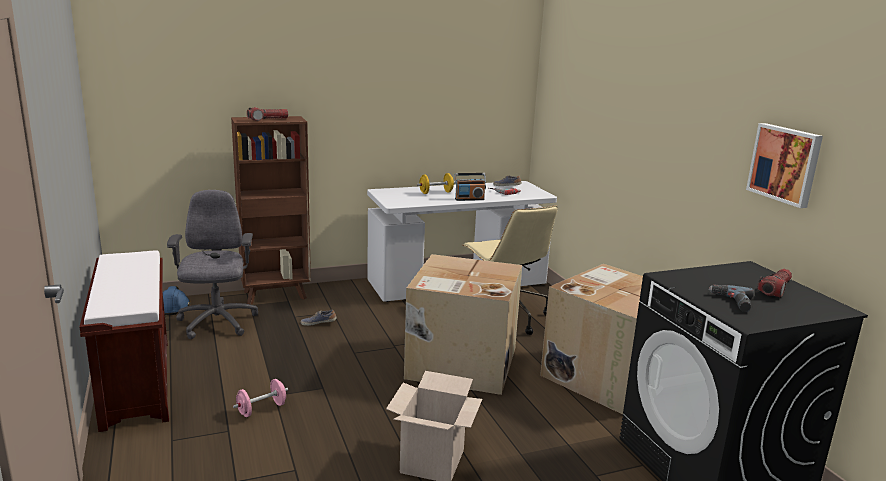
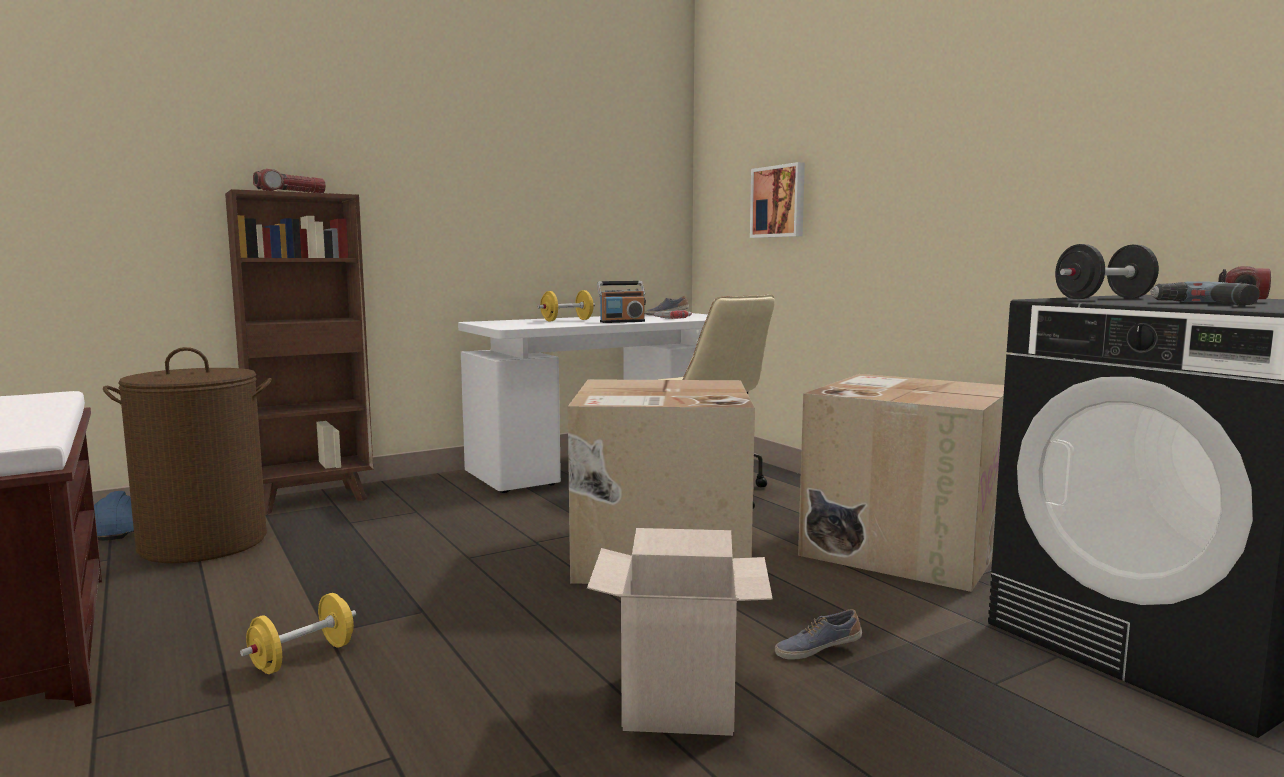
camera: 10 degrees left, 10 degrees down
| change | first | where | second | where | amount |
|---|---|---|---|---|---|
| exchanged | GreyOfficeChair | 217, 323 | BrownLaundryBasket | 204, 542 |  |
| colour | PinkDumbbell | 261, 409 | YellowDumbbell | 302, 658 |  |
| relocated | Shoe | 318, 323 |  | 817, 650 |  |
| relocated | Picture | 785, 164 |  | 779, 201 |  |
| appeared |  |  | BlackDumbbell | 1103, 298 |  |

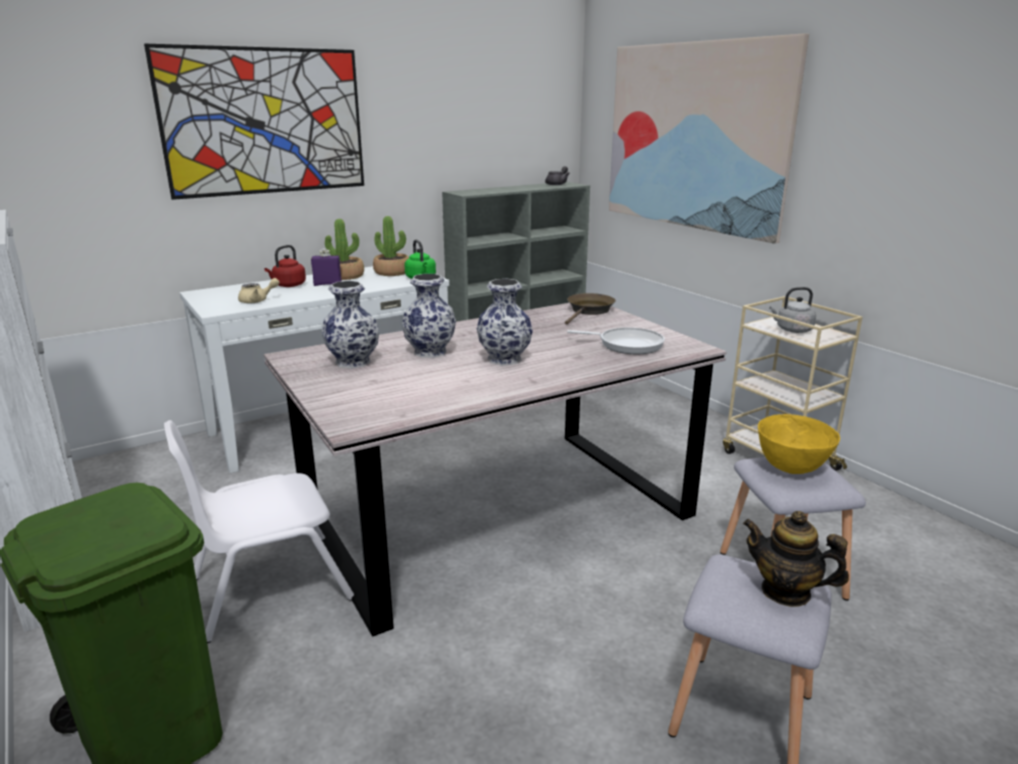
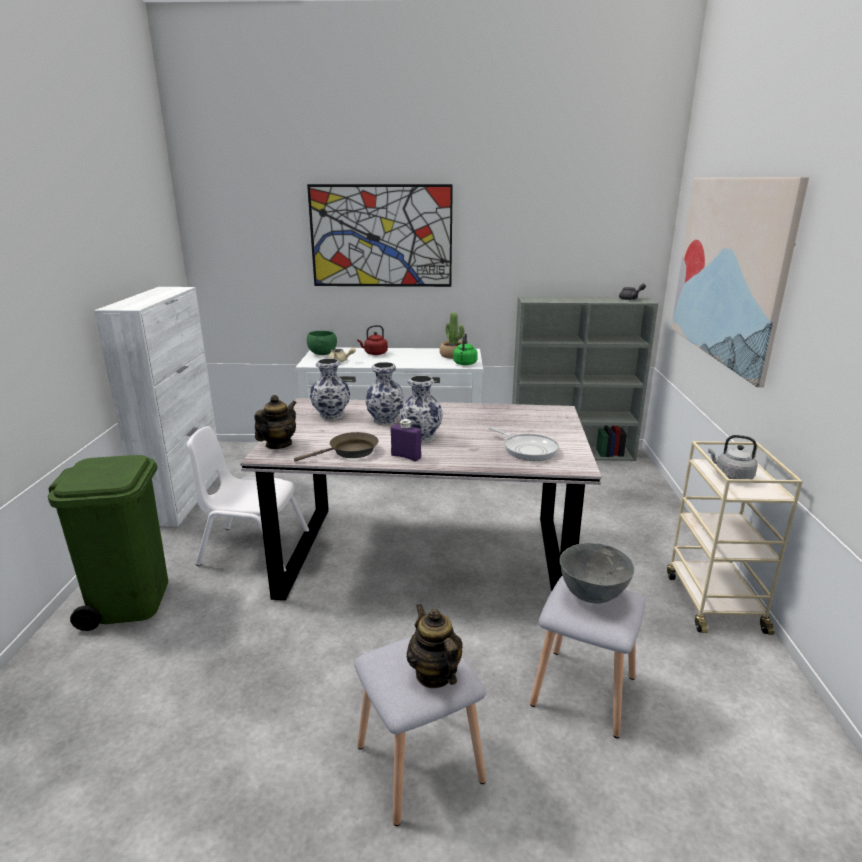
camera: 35 degrees right, 0 degrees up
| change | first | where | second | where | amount |
|---|---|---|---|---|---|
| relocated | PurpleBottle | 327, 284 |  | 406, 456 |  |
| missing | PottedPlant | 345, 276 |  |  |  |
| relocated | BrownFryingPan | 589, 311 |  | 350, 452 |  |
| colour | YellowBowl | 791, 468 | GreyBowl | 591, 595 |  |
| appeared |  |  | Teapot | 278, 445 |  |
| appeared |  |  | GreenBowl | 322, 353 |  |

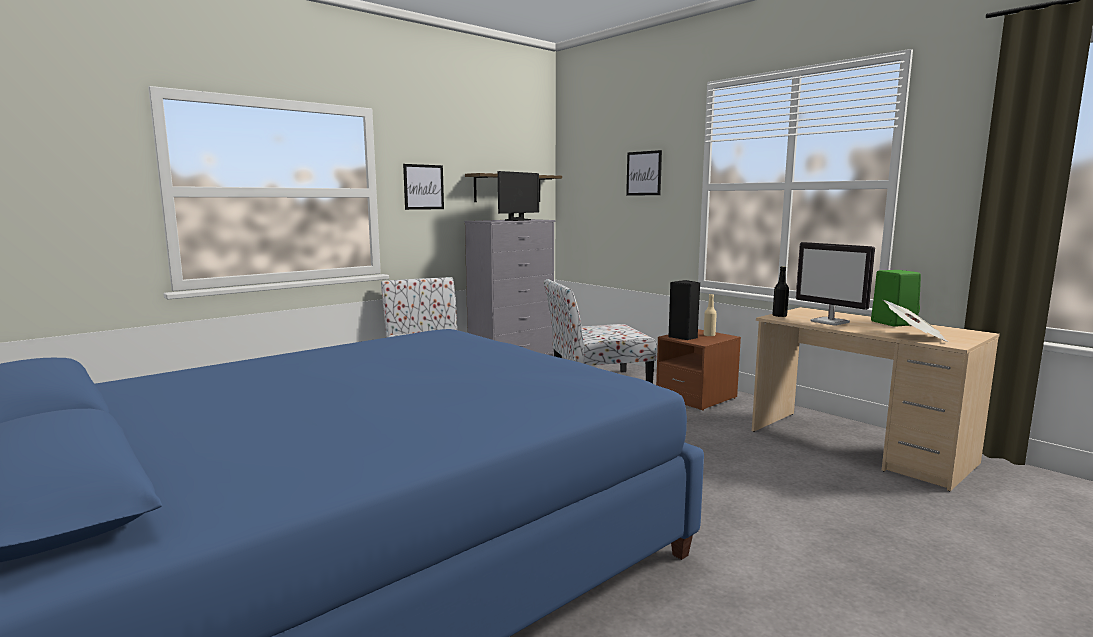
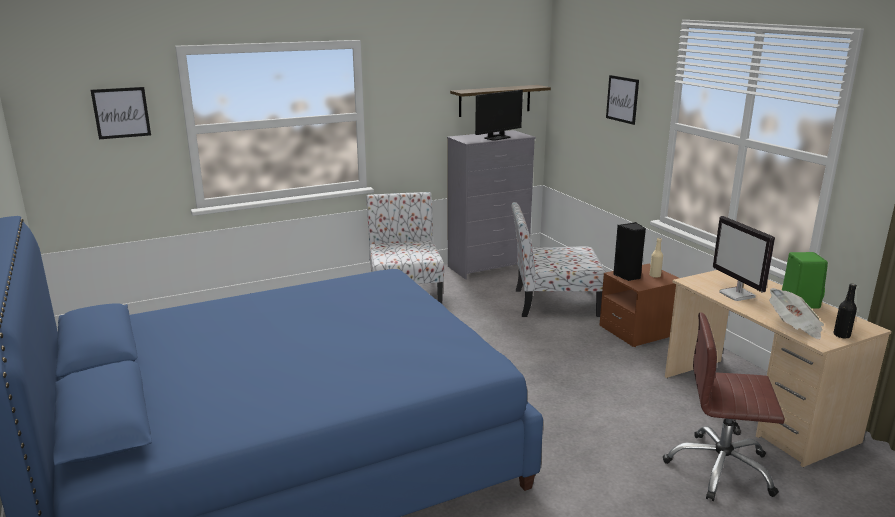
camera: 15 degrees right, 10 degrees up
| change | first | where | second | where | amount |
|---|---|---|---|---|---|
| relocated | Picture | 423, 187 |  | 121, 112 |  |
| relocated | BlackBottle | 779, 316 |  | 841, 335 |  |
| appeared |  |  | BrownOfficeChair | 720, 469 |  |

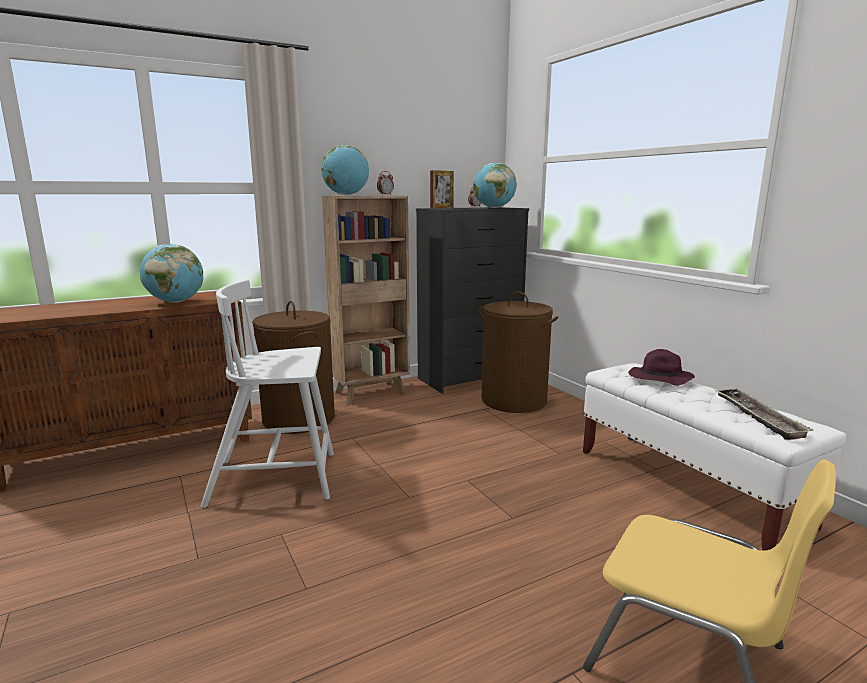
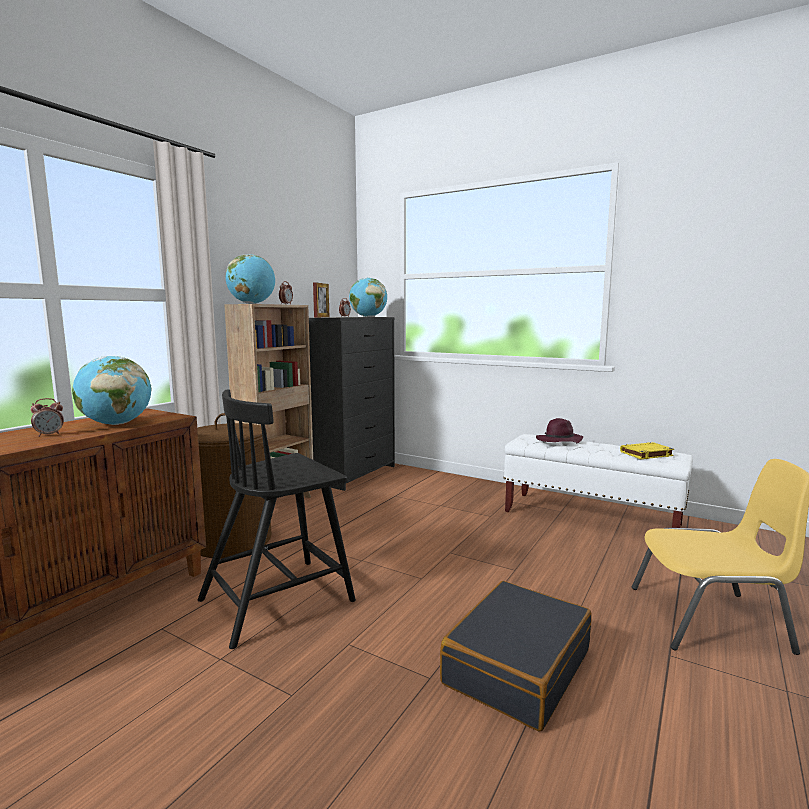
camera: 30 degrees left, 5 degrees down
| change | first | where | second | where | amount |
|---|---|---|---|---|---|
| colour | WhiteChair | 276, 478 | BlackChair | 279, 599 |  |
| missing | BrownLaundryBasket | 513, 401 |  |  |  |
| exchanged | Tray | 758, 417 | YellowBook | 646, 454 |  |
| appeared |  |  | AlarmClock | 49, 435 |  |
| appeared |  |  | BlackSuitcase | 516, 666 |  |

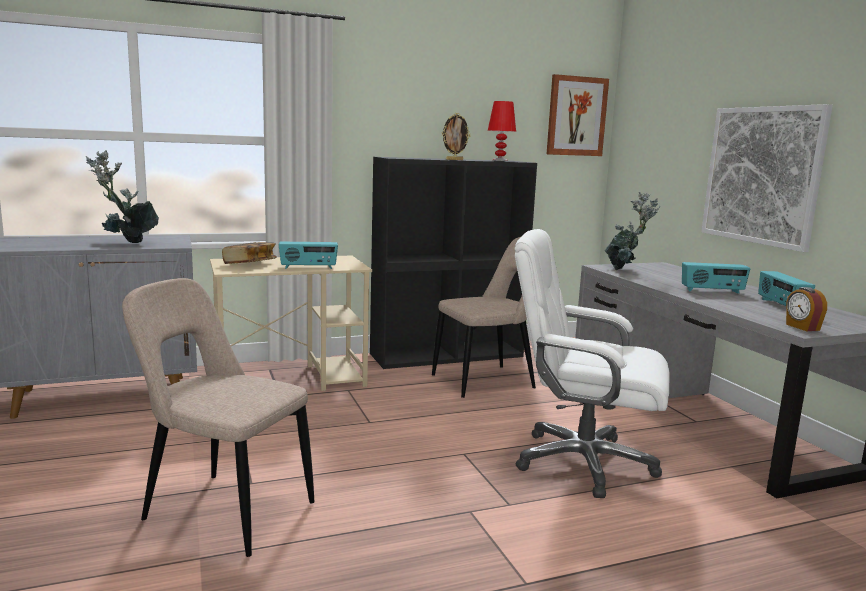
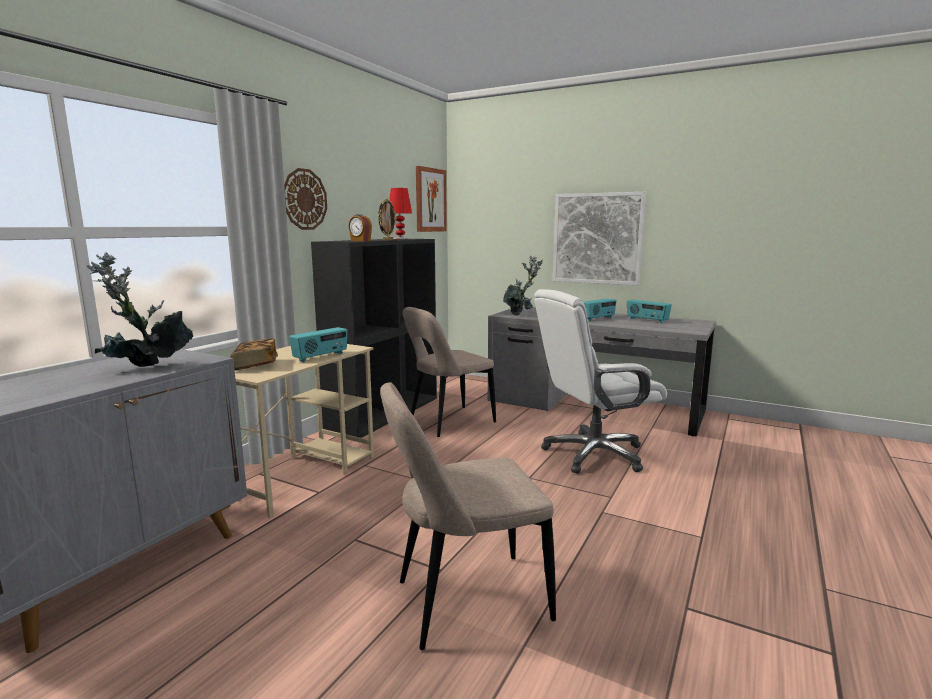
camera: 40 degrees left, 0 degrees up
| change | first | where | second | where | amount |
|---|---|---|---|---|---|
| spun | BeigeChair | 488, 381 |  | 448, 423 | 150 degrees counterclockwise |
| relocated | AlarmClock | 802, 327 |  | 360, 241 |  |
| appeared |  |  | WallClock | 304, 199 |  |

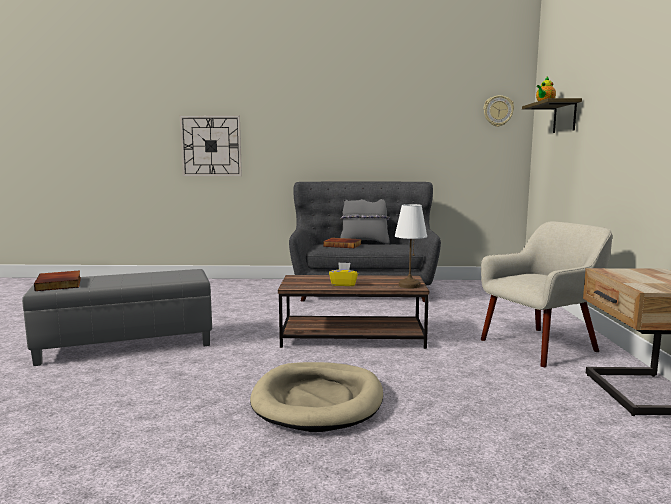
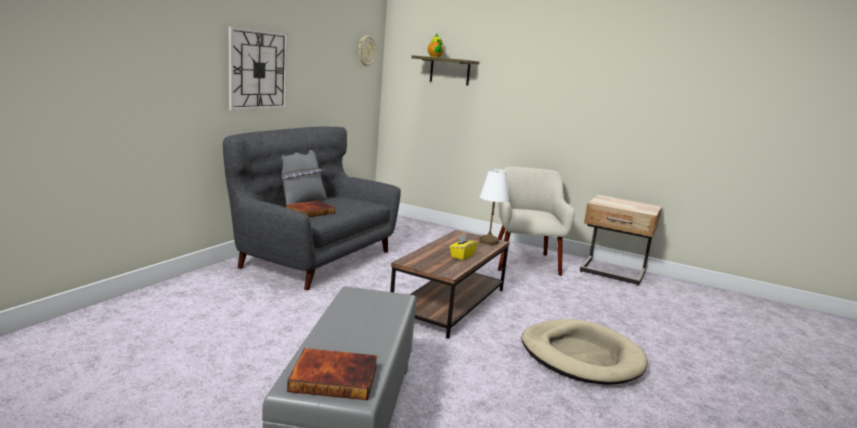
camera: 65 degrees left, 5 degrees up
| change | first | where | second | where | amount |
|---|---|---|---|---|---|
| relocated | WallClock | 211, 146 |  | 258, 70 |  |

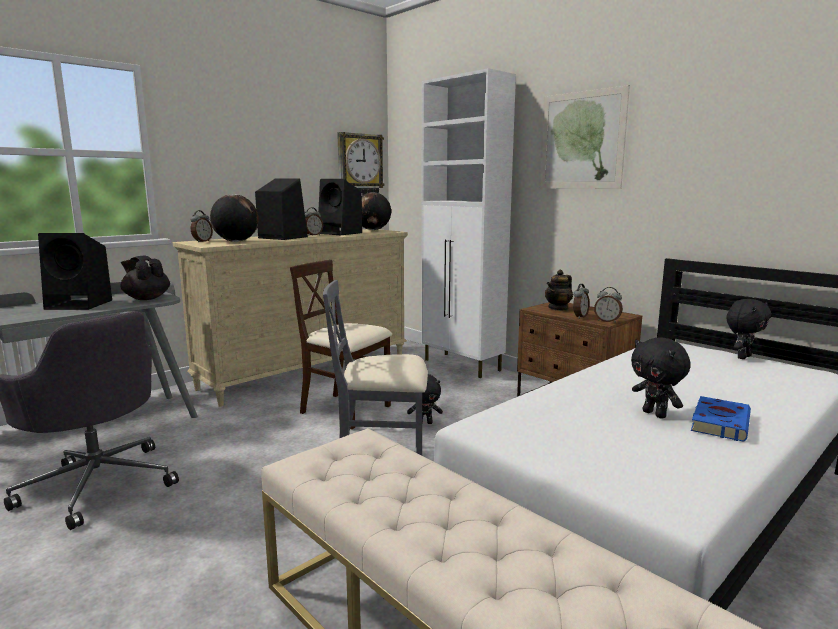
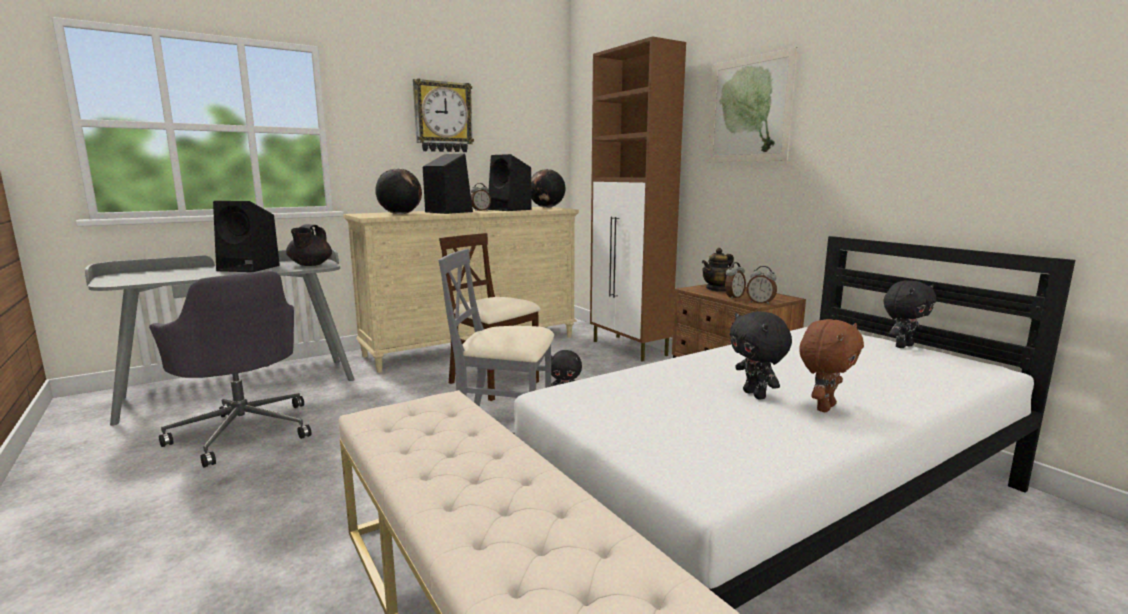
camera: 10 degrees right, 0 degrees up
| change | first | where | second | where | amount |
|---|---|---|---|---|---|
| spun | BlackTeapot | 146, 298 |  | 310, 265 | 135 degrees counterclockwise |
| missing | AlarmClock | 202, 241 |  |  |  |
| relocated | WallClock | 359, 165 |  | 443, 117 |  |
| colour | WhiteCabinet | 462, 365 | BrownCabinet | 630, 348 |  |
| exchanged | BlueBook | 720, 422 | BrownPlushToy | 824, 407 |  |

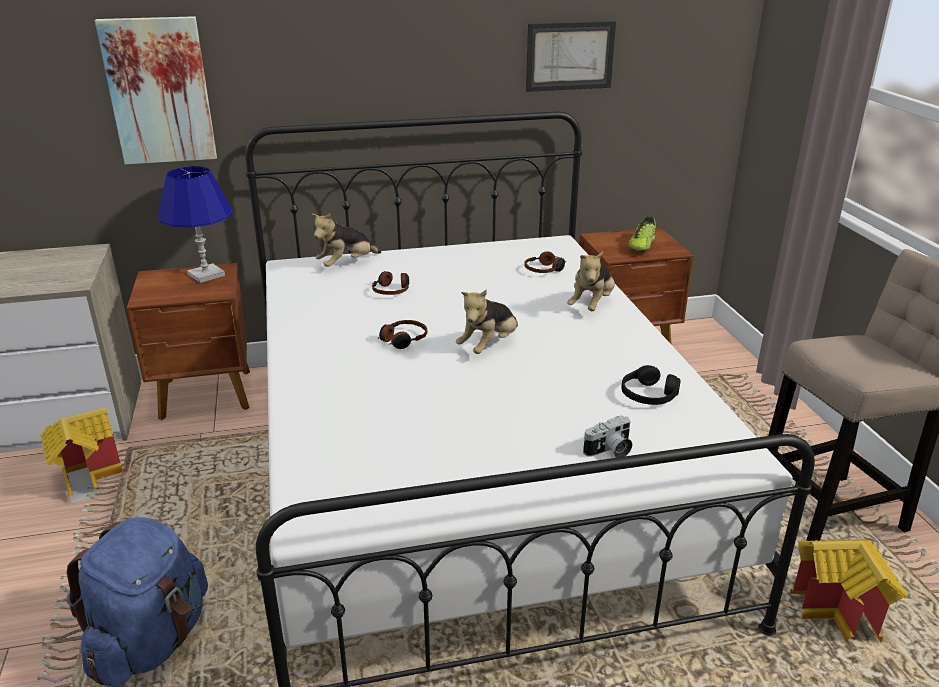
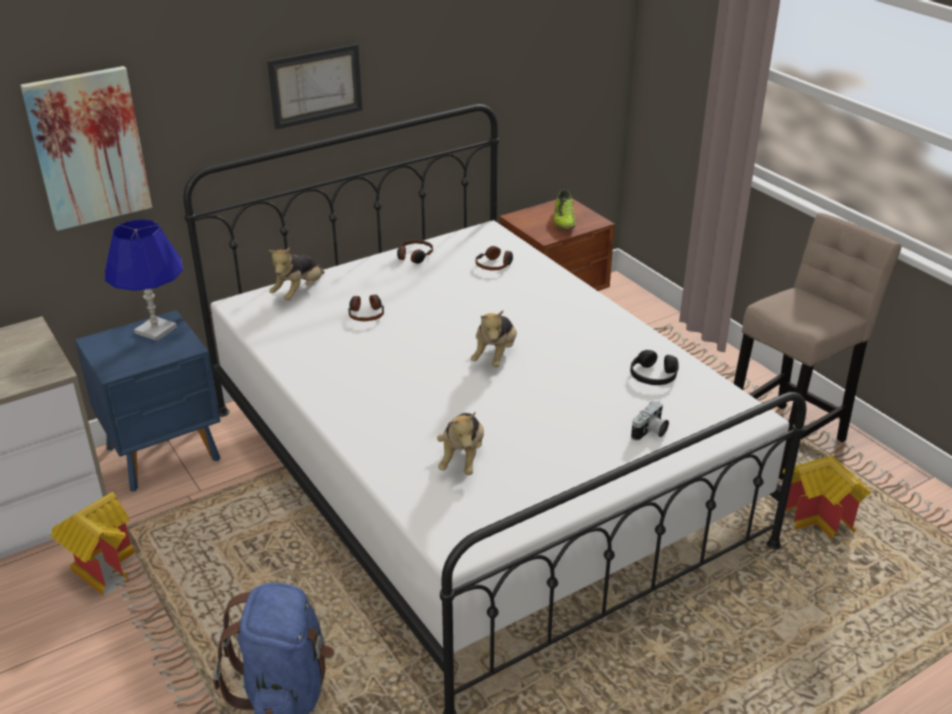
camera: 20 degrees left, 5 degrees up
| change | first | where | second | where | amount |
|---|---|---|---|---|---|
| colour | BrownNightstand | 207, 395 | BlueNightstand | 165, 454 |  |
| relocated | Headphones | 403, 340 |  | 414, 256 |  |
| relocated | Picture | 570, 56 |  | 315, 86 |  |
| relocated | PlushToy | 592, 305 |  | 462, 458 |  |

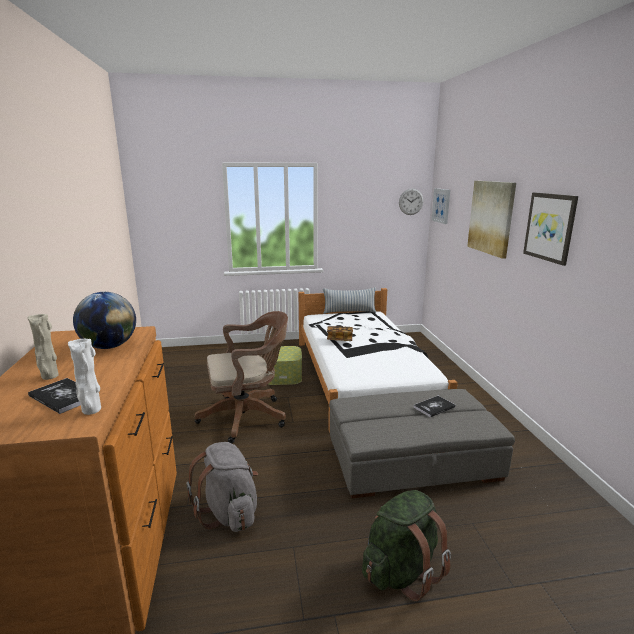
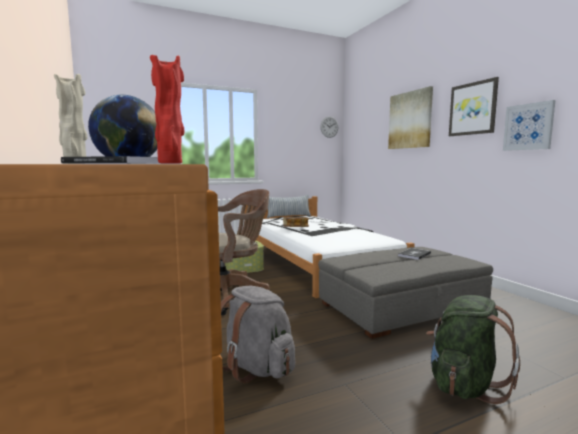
camera: 15 degrees left, 10 degrees down
| change | first | where | second | where | amount |
|---|---|---|---|---|---|
| colour | WhiteVase | 91, 411 | RedVase | 170, 163 |  |
| relocated | Picture | 441, 205 |  | 528, 127 |  |

